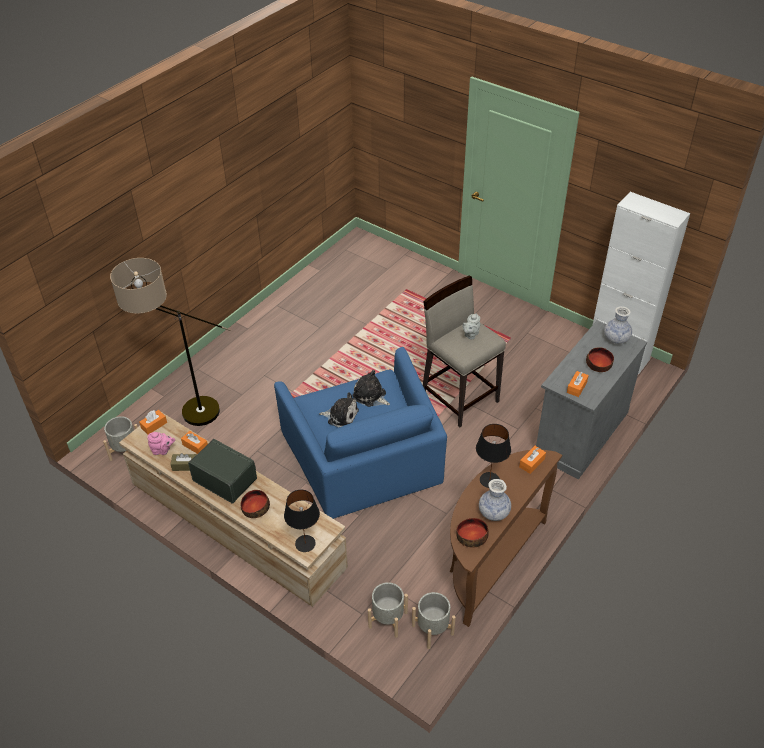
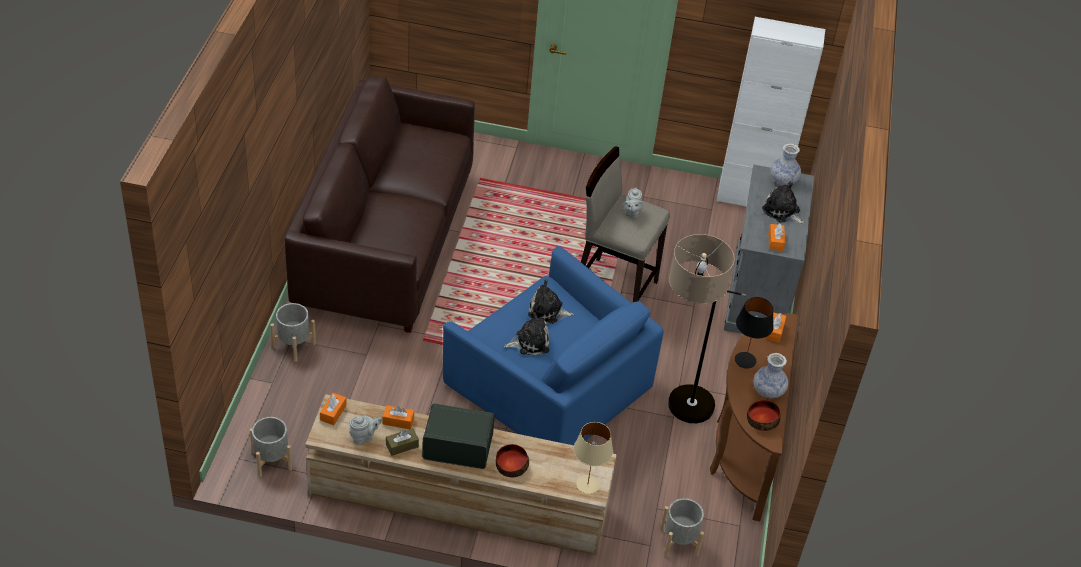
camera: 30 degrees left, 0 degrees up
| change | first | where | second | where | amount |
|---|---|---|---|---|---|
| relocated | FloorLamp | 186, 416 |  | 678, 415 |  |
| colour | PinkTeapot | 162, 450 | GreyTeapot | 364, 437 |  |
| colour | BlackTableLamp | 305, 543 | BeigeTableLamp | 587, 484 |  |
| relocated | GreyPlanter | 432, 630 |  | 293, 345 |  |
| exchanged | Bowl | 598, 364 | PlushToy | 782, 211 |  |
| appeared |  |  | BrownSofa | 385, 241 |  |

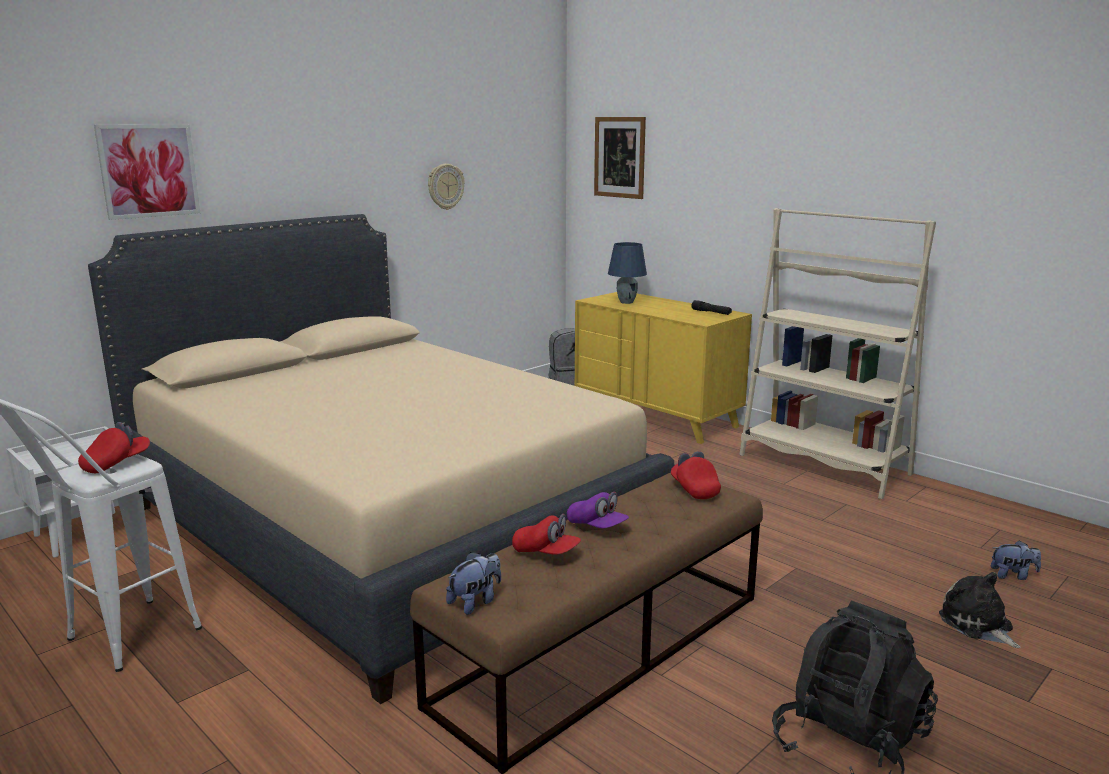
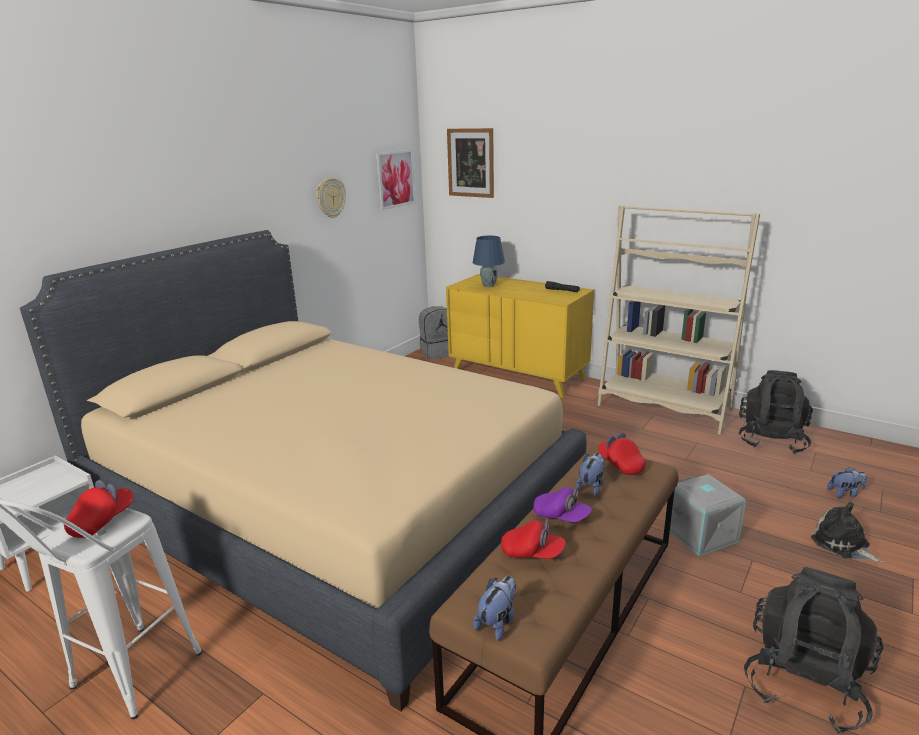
camera: 10 degrees left, 5 degrees up
| change | first | where | second | where | amount |
|---|---|---|---|---|---|
| relocated | Picture | 148, 171 |  | 395, 179 |  |
| appeared |  |  | PlushToy | 591, 487 |  |
| appeared |  |  | GreyStorageBox | 702, 534 |  |
| appeared |  |  | BlackBackpack | 771, 440 |  |

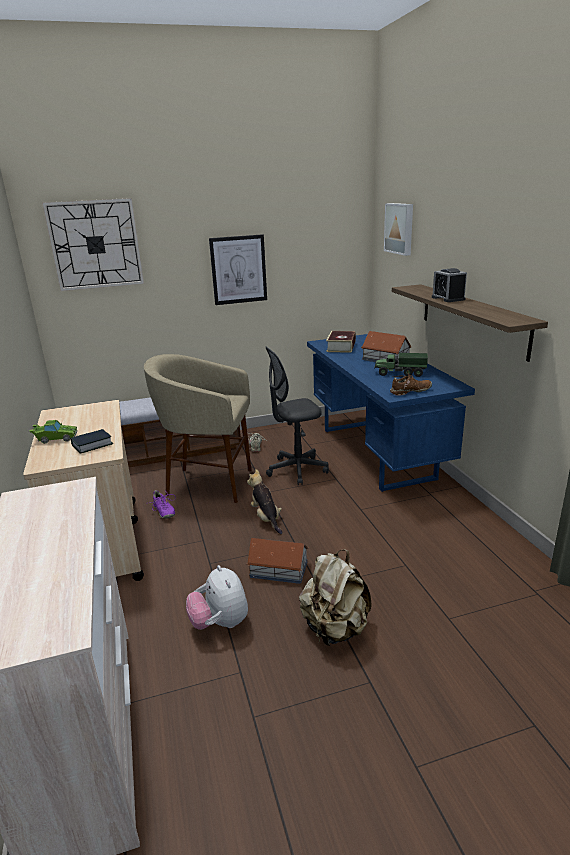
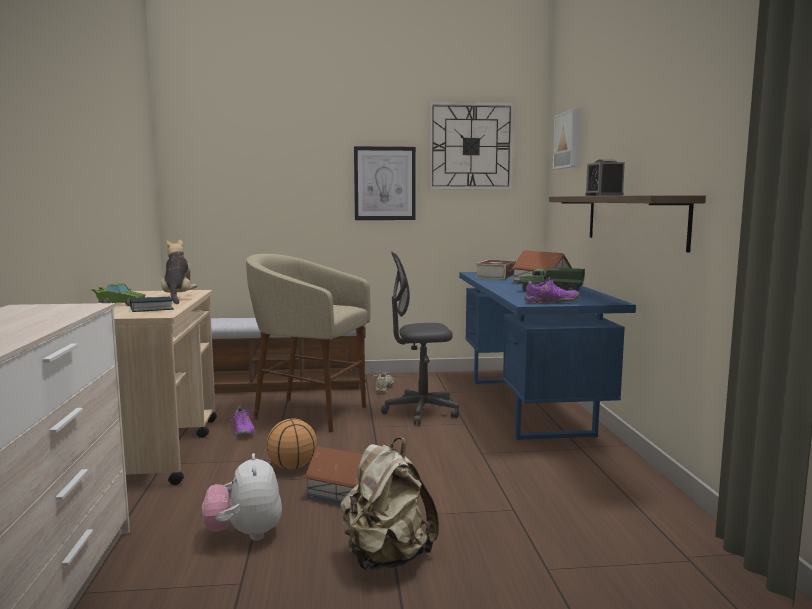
camera: 10 degrees right, 15 degrees down
| change | first | where | second | where | amount |
|---|---|---|---|---|---|
| relocated | WallClock | 95, 244 |  | 470, 146 |  |
| relocated | PlushToy | 266, 518 |  | 178, 298 |  |
| colour | BrownShoe | 410, 391 | PurpleShoe | 551, 302 |  |
| appeared |  |  | Basketball | 293, 467 |  |

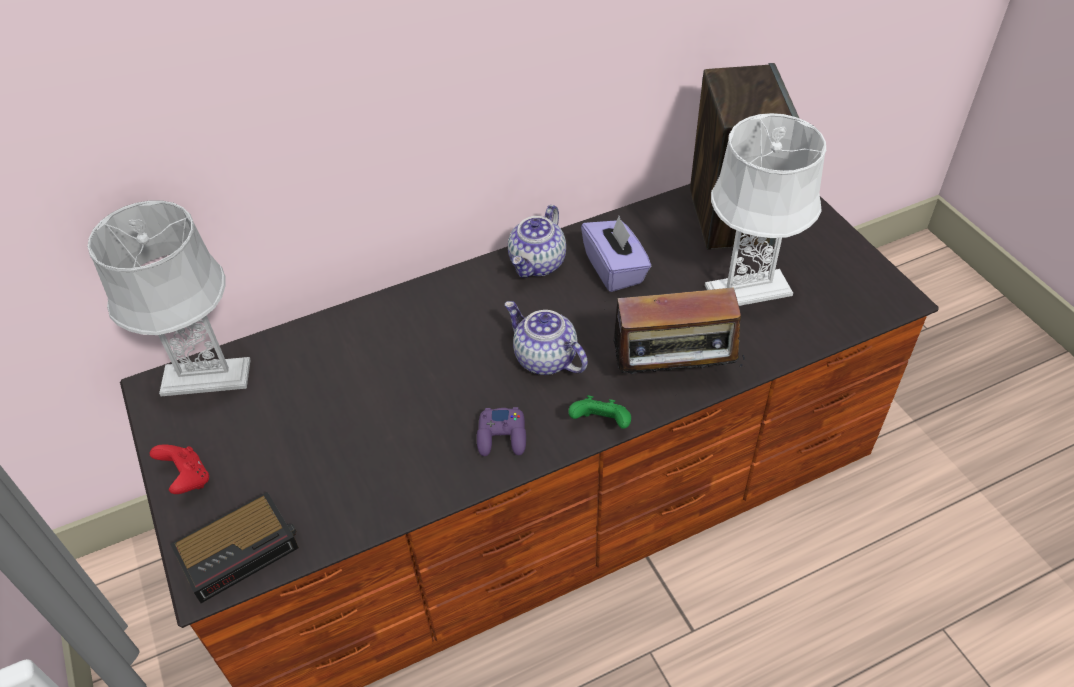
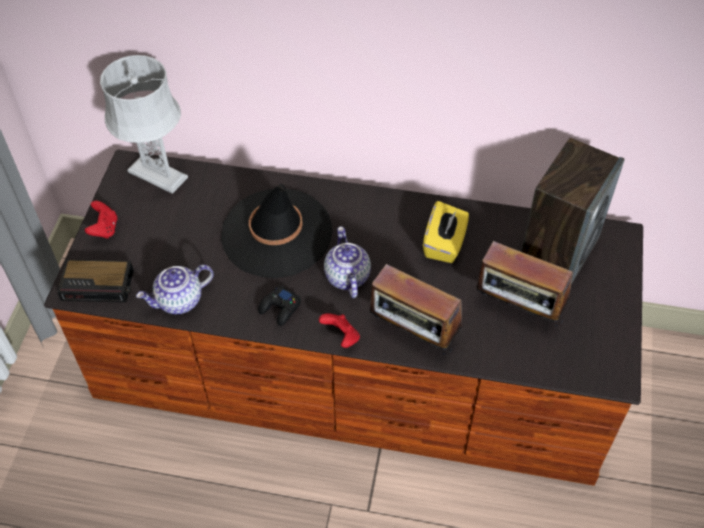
camera: 35 degrees right, 5 degrees up
| change | first | where | second | where | amount |
|---|---|---|---|---|---|
| colour | PurpleGameController | 502, 436 | BlackGameController | 280, 308 |  |
| relocated | Teapot | 538, 264 |  | 179, 301 |  |
| colour | GreenGameController | 601, 424 | RedGameController | 341, 337 |  |
| colour | PurpleTissueBox | 615, 269 | YellowTissueBox | 444, 244 |  |
| exchanged | WhiteTableLamp | 748, 290 | Radio | 518, 310 |  |
| appeared |  |  | BlackHat | 276, 233 |  |

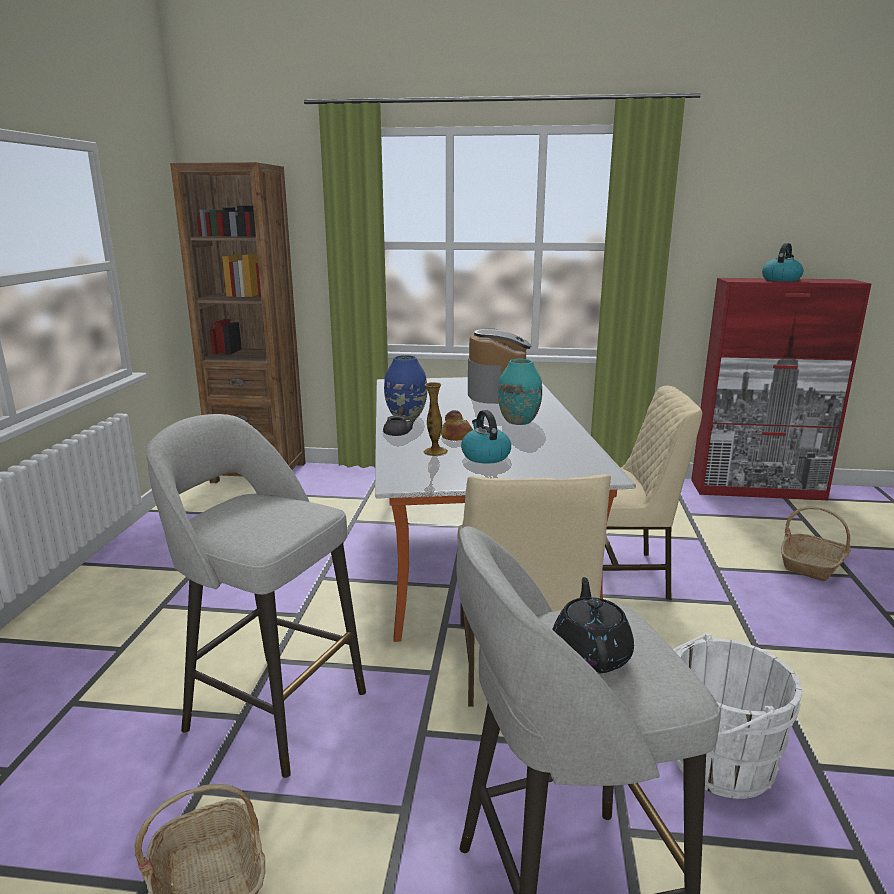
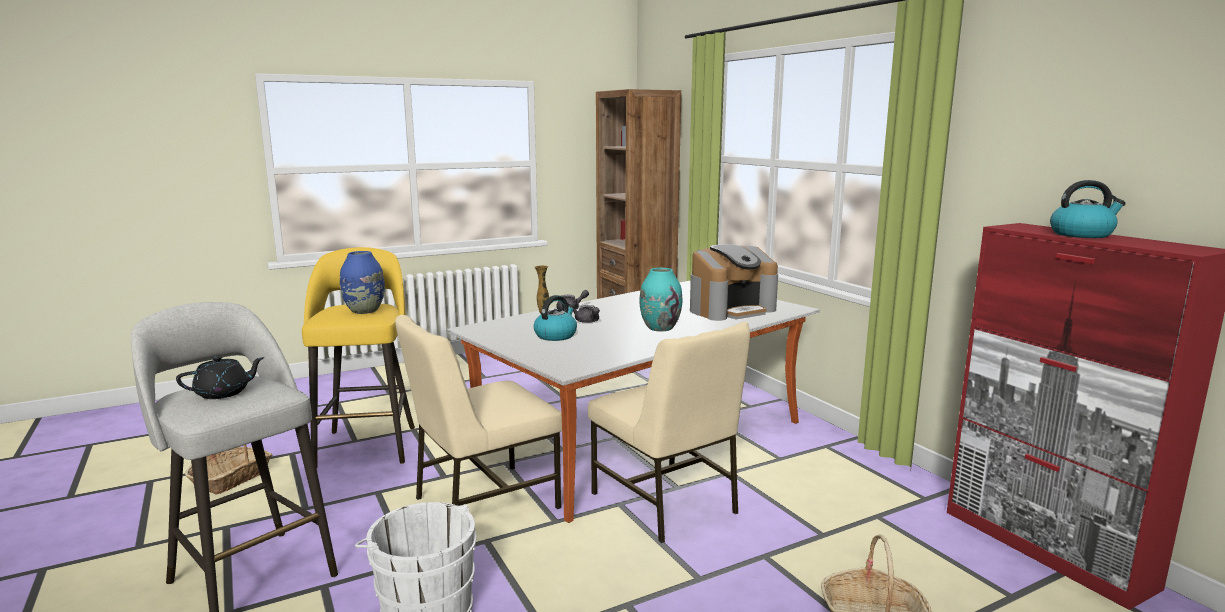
camera: 55 degrees right, 5 degrees down
| change | first | where | second | where | amount |
|---|---|---|---|---|---|
| colour | GreyStool | 272, 709 | YellowStool | 367, 445 |  |
| relocated | BlueVase | 406, 416 |  | 364, 311 |  |
| exchanged | Bread | 457, 436 | GreyTeapot | 588, 322 |  |

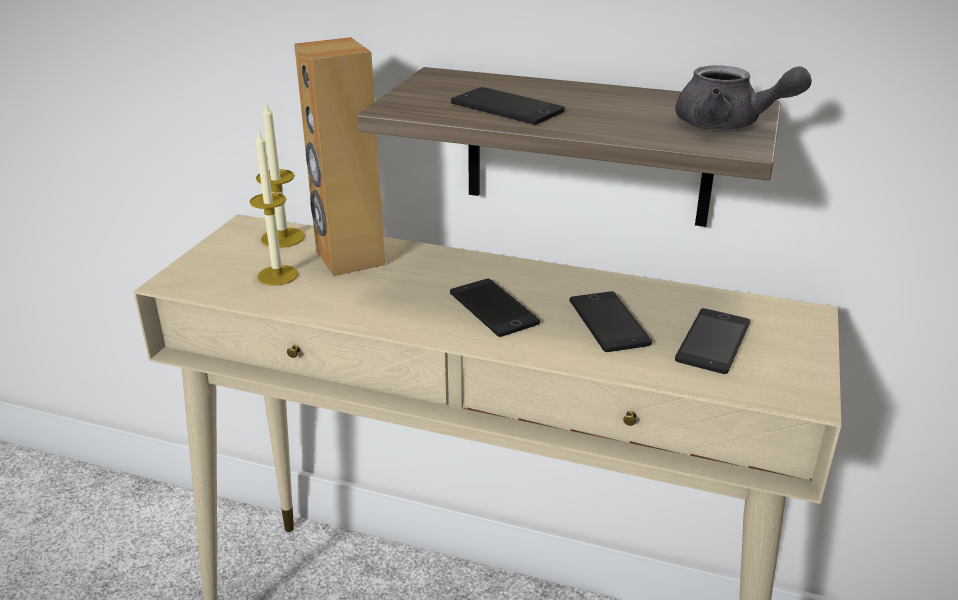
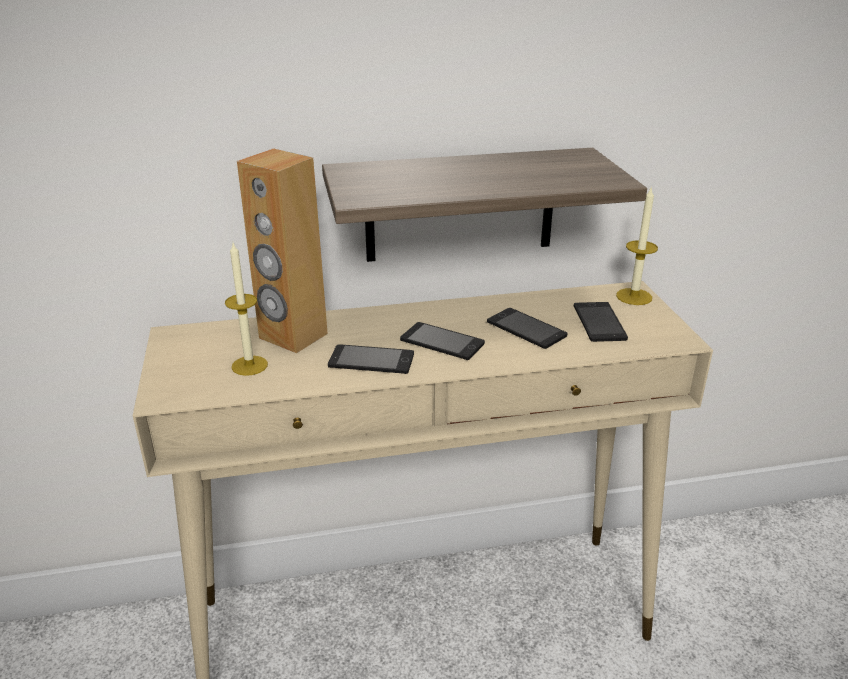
camera: 30 degrees left, 0 degrees up
| change | first | where | second | where | amount |
|---|---|---|---|---|---|
| relocated | Candle | 283, 238 |  | 634, 296 |  |
| relocated | Phone | 507, 107 |  | 371, 360 |  |
| missing | GreyTeapot | 728, 124 |  |  |  |

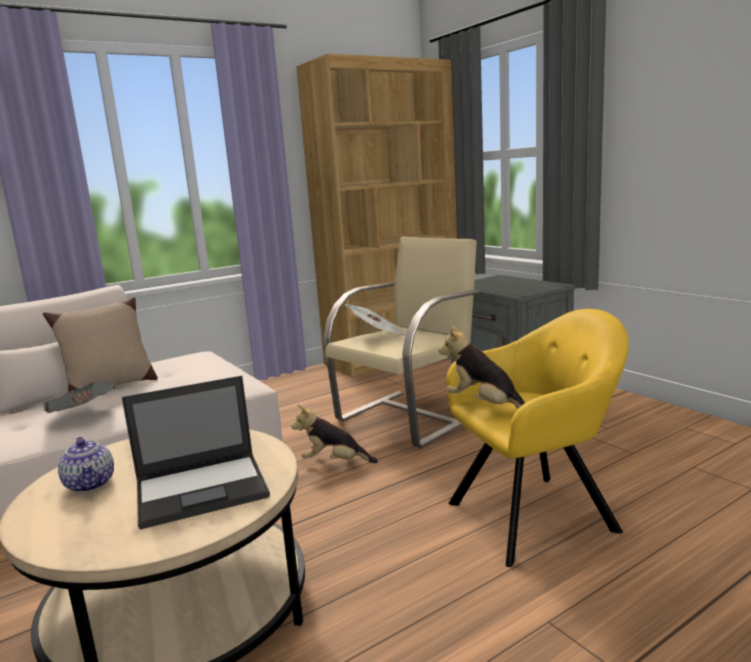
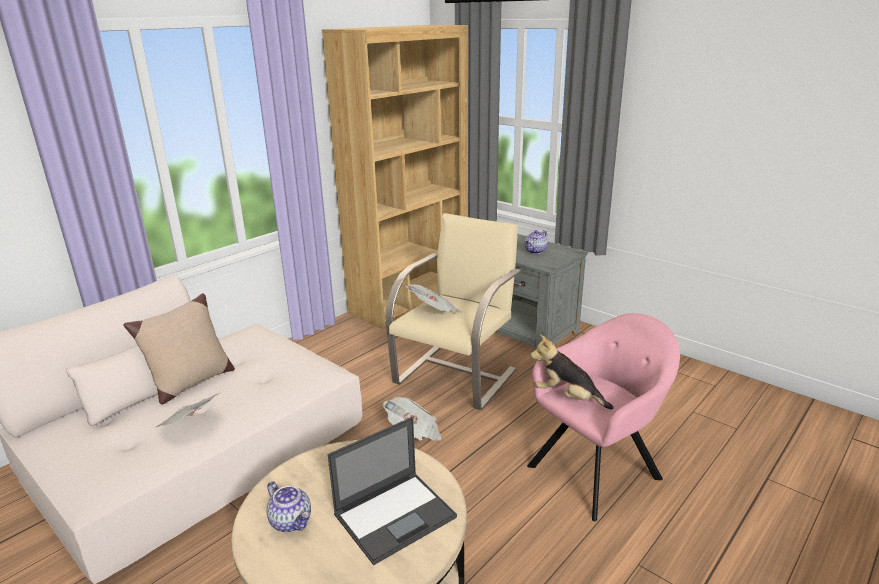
camera: 15 degrees left, 10 degrees up
| change | first | where | second | where | amount |
|---|---|---|---|---|---|
| exchanged | PlushToy | 334, 462 | Newspaper | 414, 432 |  |
| colour | YellowArmchair | 537, 514 | PinkArmchair | 598, 470 |  |
| appeared |  |  | Teapot | 535, 251 |  |

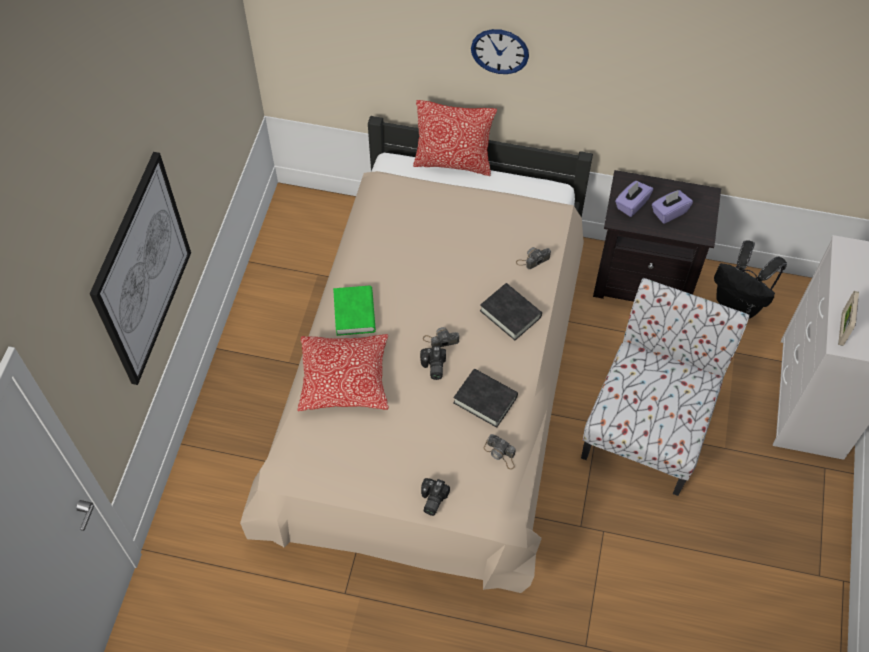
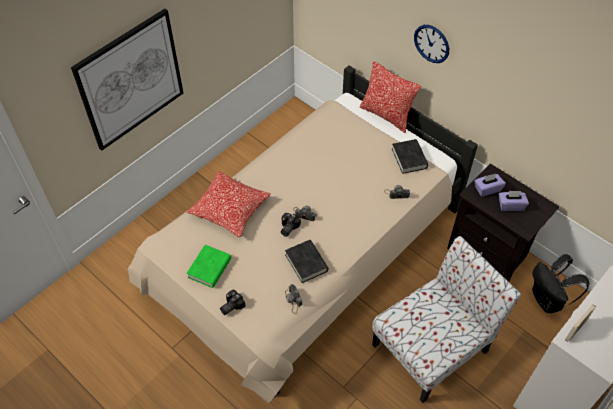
camera: 30 degrees right, 5 degrees down
| change | first | where | second | where | amount |
|---|---|---|---|---|---|
| relocated | GreenBook | 354, 313 |  | 209, 268 |  |
| relocated | BlackBook | 510, 314 |  | 409, 158 |  |

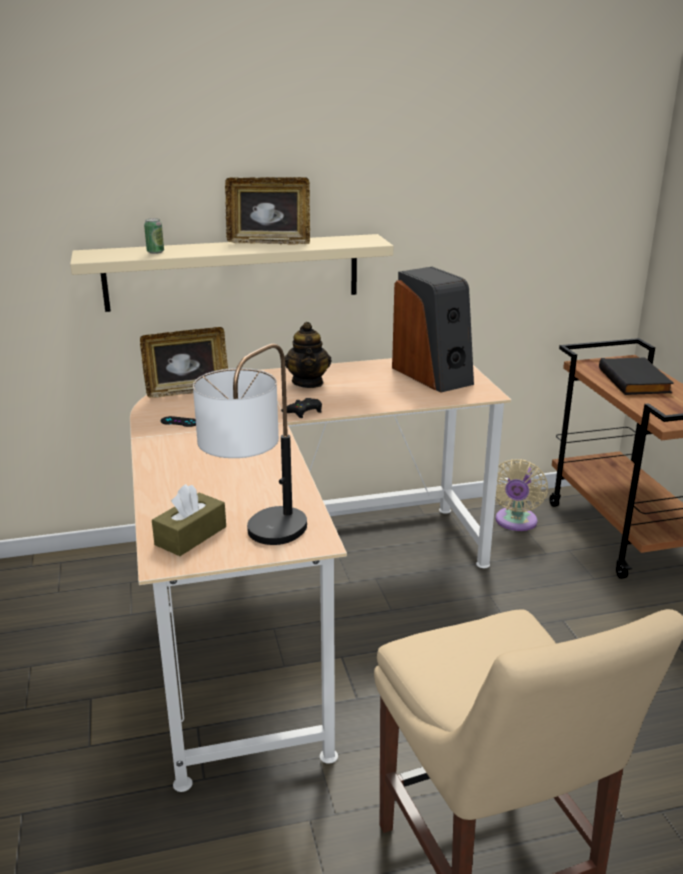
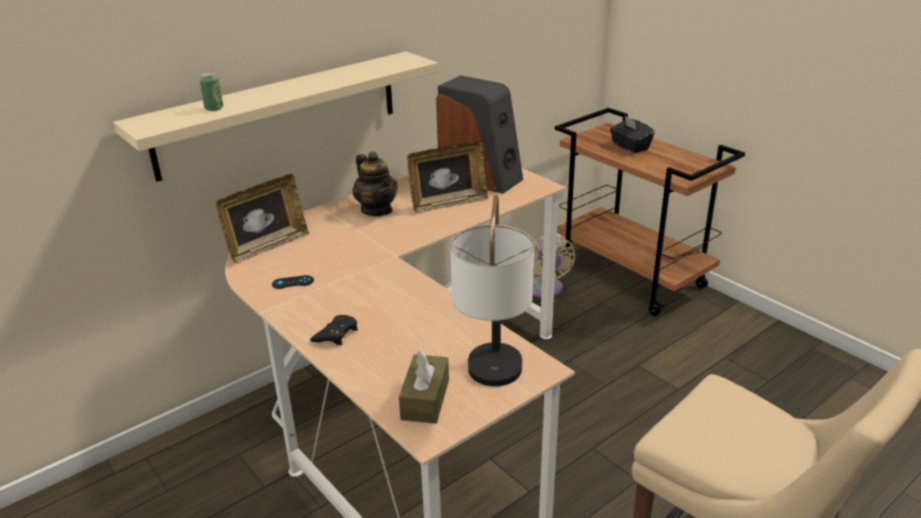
camera: 25 degrees left, 5 degrees up
| change | first | where | second | where | amount |
|---|---|---|---|---|---|
| relocated | PictureFrame | 269, 242 |  | 448, 203 |  |
| relocated | BlackGameController | 303, 412 |  | 336, 334 |  |
| exchanged | BlackBook | 636, 381 | BlackTissueBox | 630, 147 |  |

